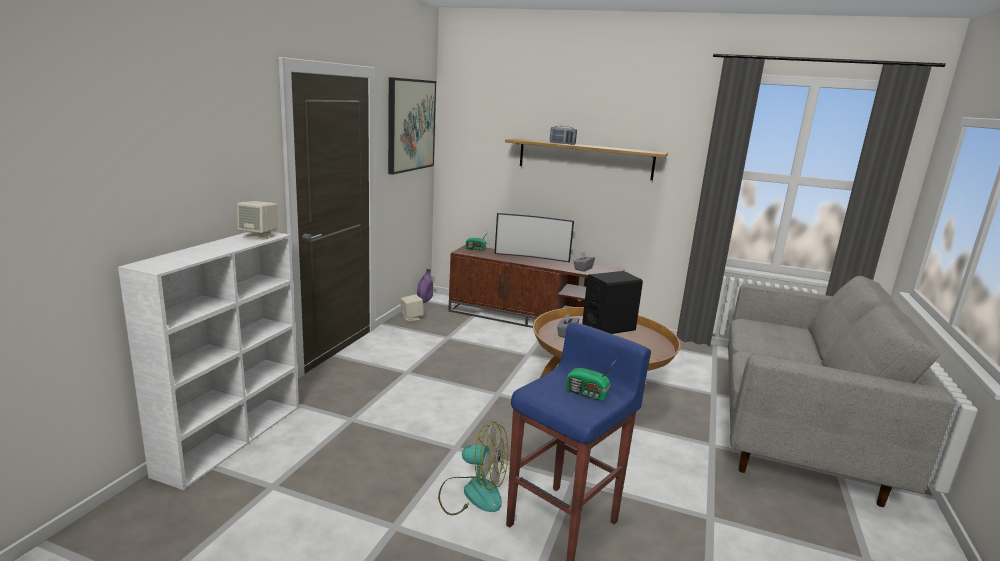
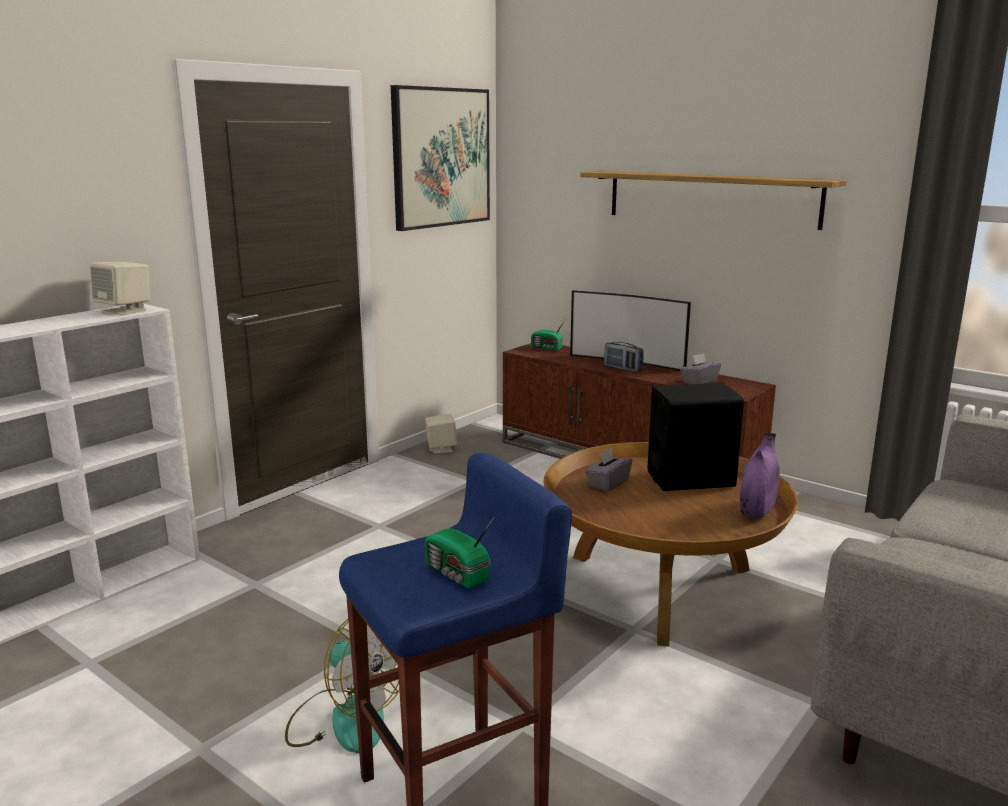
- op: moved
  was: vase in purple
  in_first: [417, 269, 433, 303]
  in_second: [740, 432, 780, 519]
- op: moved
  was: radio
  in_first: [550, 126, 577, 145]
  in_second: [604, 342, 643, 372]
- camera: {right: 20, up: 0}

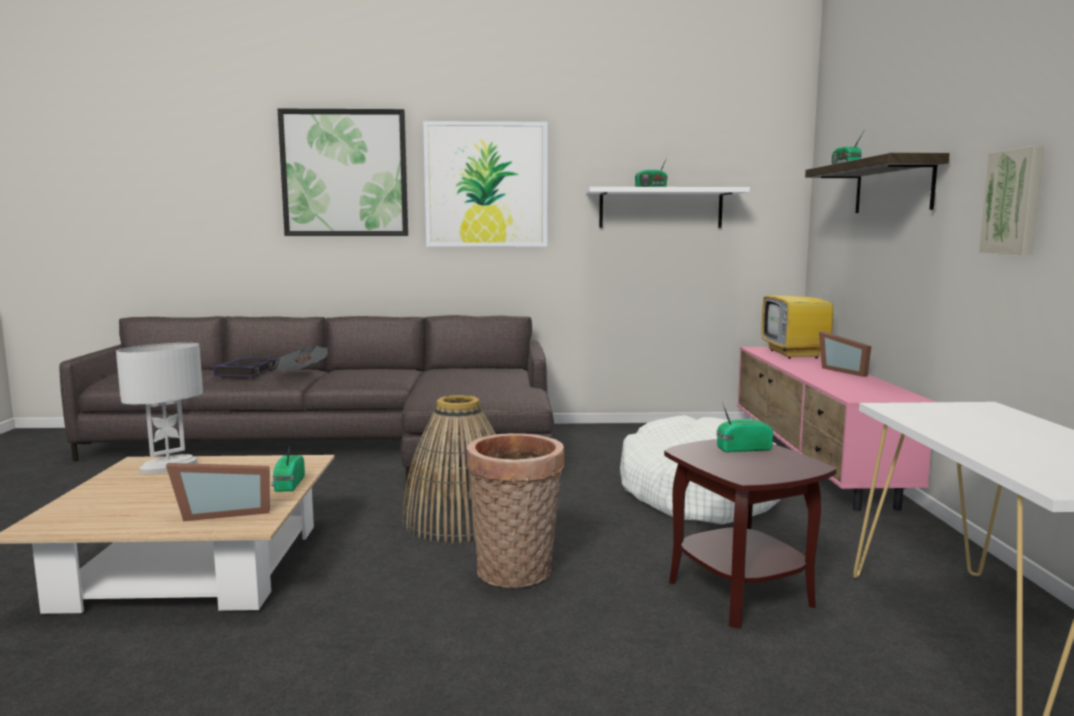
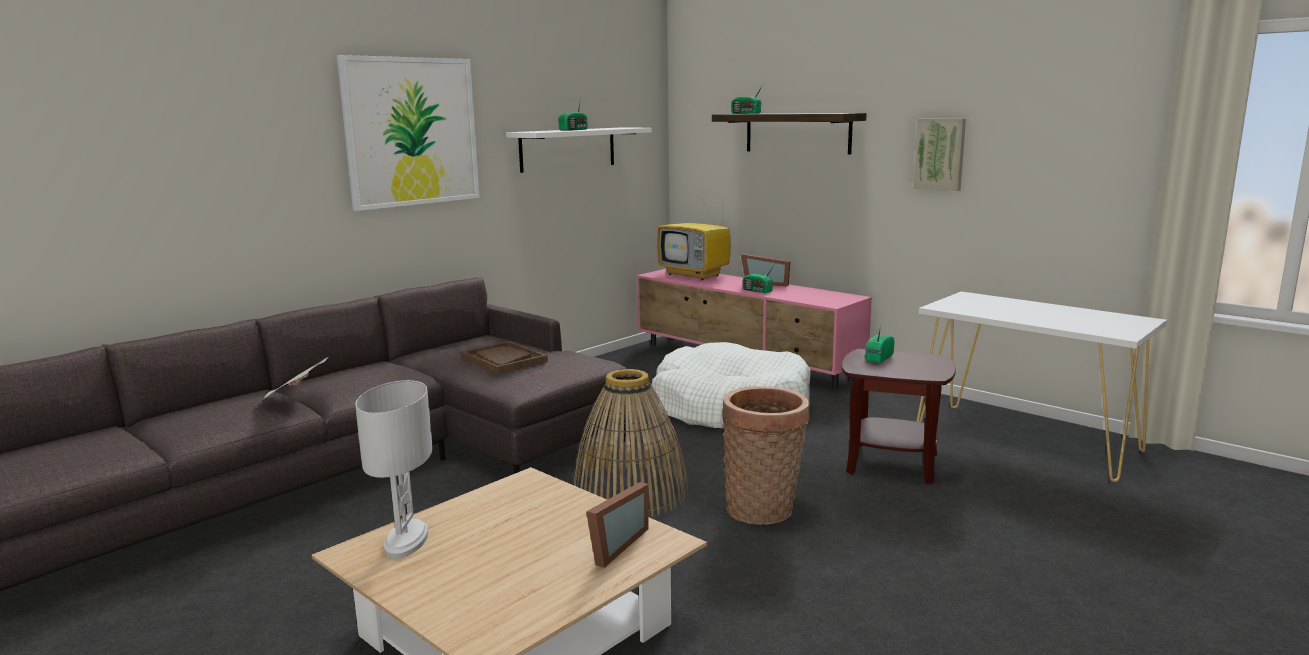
- op: removed
  was: book
  in_first: [213, 358, 277, 377]
- op: moved
  was: radio
  in_first: [271, 446, 305, 492]
  in_second: [743, 264, 775, 293]
- op: removed
  was: picture
  in_first: [278, 109, 408, 236]
- op: added
  now: tray in brown
  in_second: [461, 341, 548, 374]
- camera: {right: -45, up: 5}

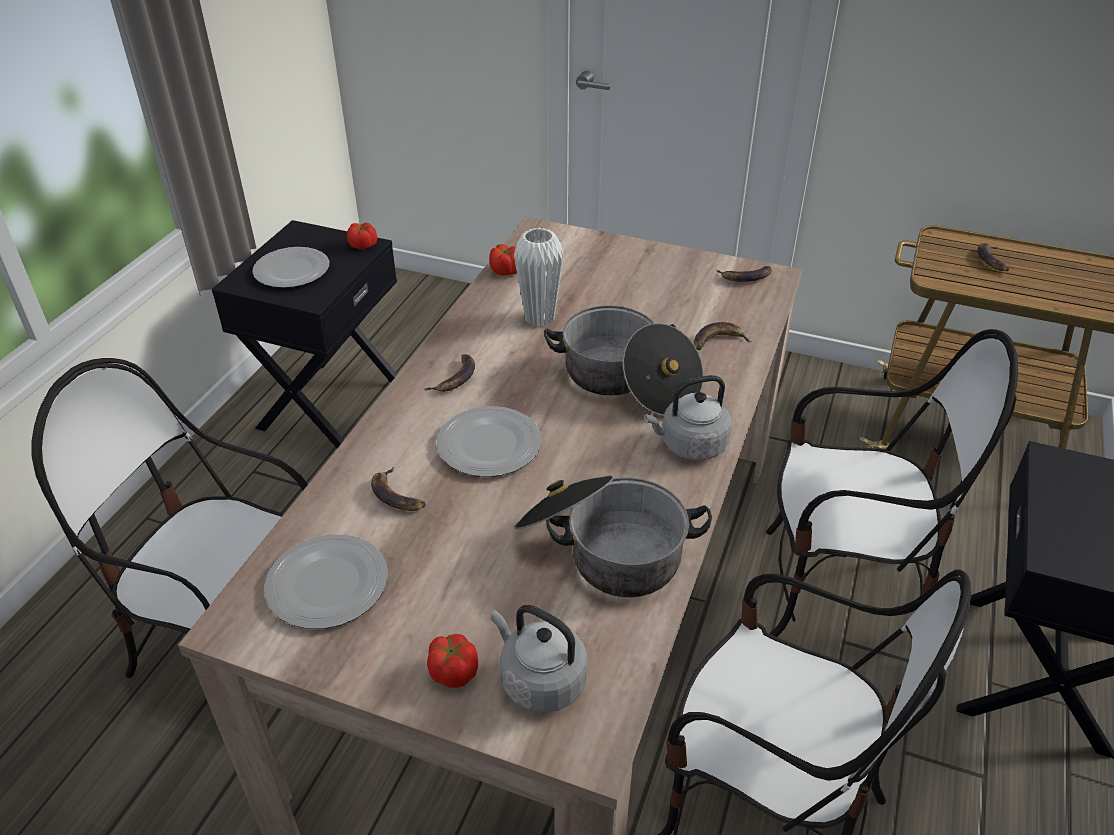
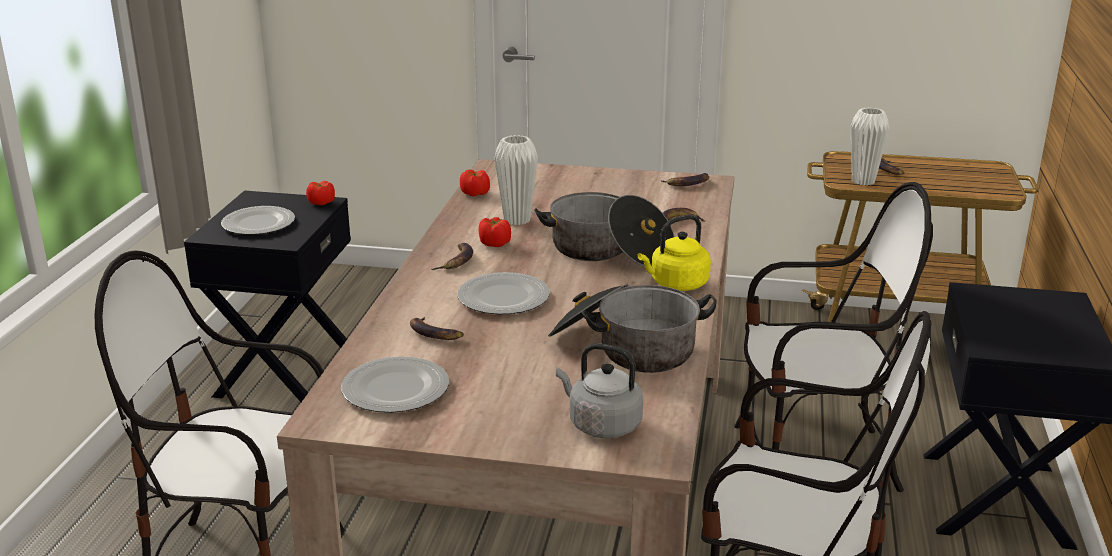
- op: moved
  was: tomato
  in_first: [427, 634, 478, 688]
  in_second: [478, 217, 511, 247]
- op: recoloured
  was: kettle in grey
  now: kettle in yellow
  in_first: [644, 375, 732, 460]
  in_second: [638, 215, 711, 291]
- op: added
  now: vase in white
  in_second: [851, 108, 889, 185]
- camera: {right: -10, up: -15}

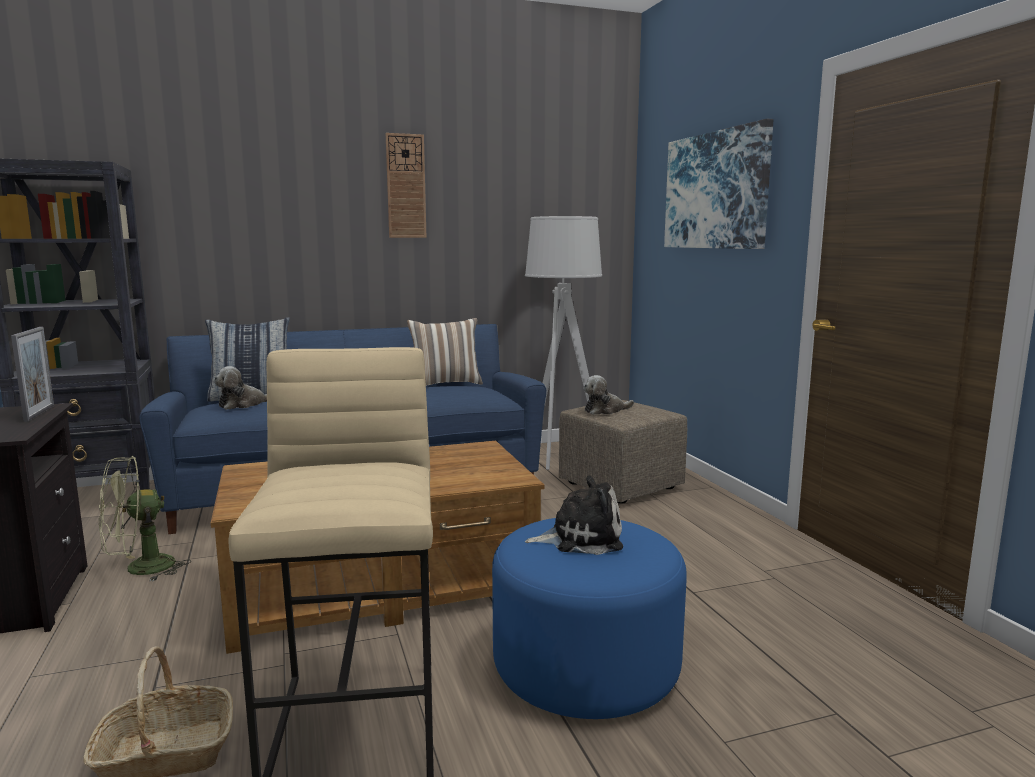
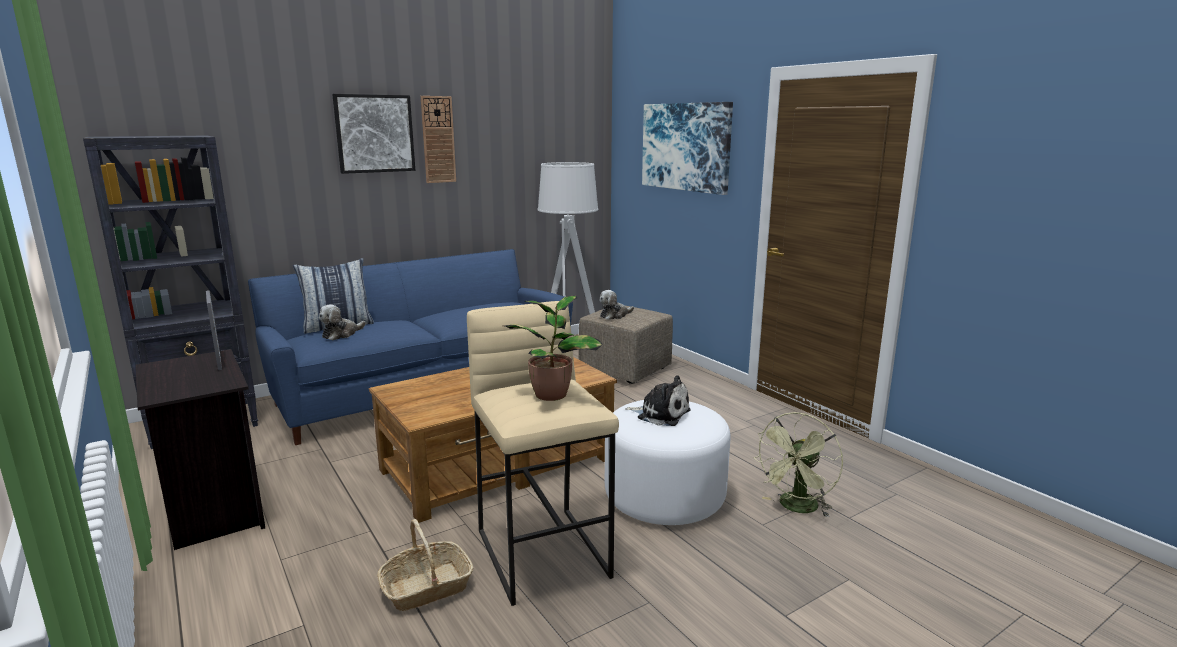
- op: moved
  was: fan in green
  in_first: [99, 456, 191, 582]
  in_second: [753, 412, 843, 517]
- op: removed
  was: pillow
  in_first: [407, 318, 483, 386]
- op: recoloured
  was: ottoman in blue
  now: ottoman in white
  in_first: [492, 518, 687, 719]
  in_second: [605, 400, 730, 525]
- op: turned
  was: plush toy
  in_first: [525, 475, 623, 555]
  in_second: [625, 375, 690, 426]
  clockwise: 45
- op: added
  now: picture
  in_second: [332, 94, 415, 174]
- op: added
  now: potted plant
  in_second: [504, 296, 603, 401]
- camera: {right: -15, up: 5}

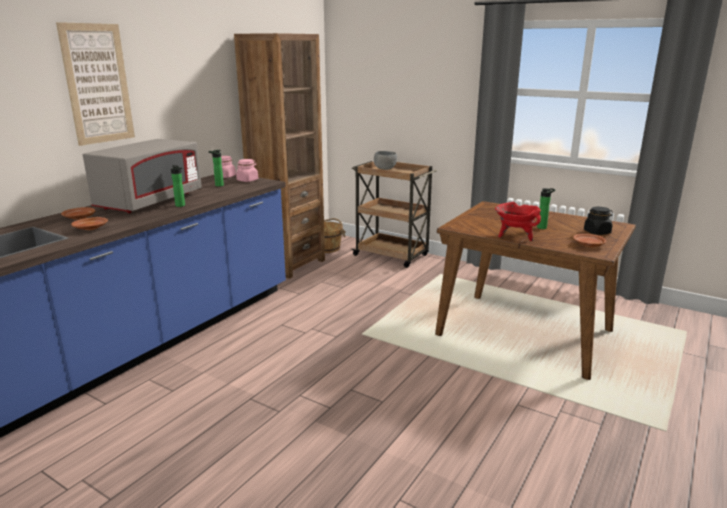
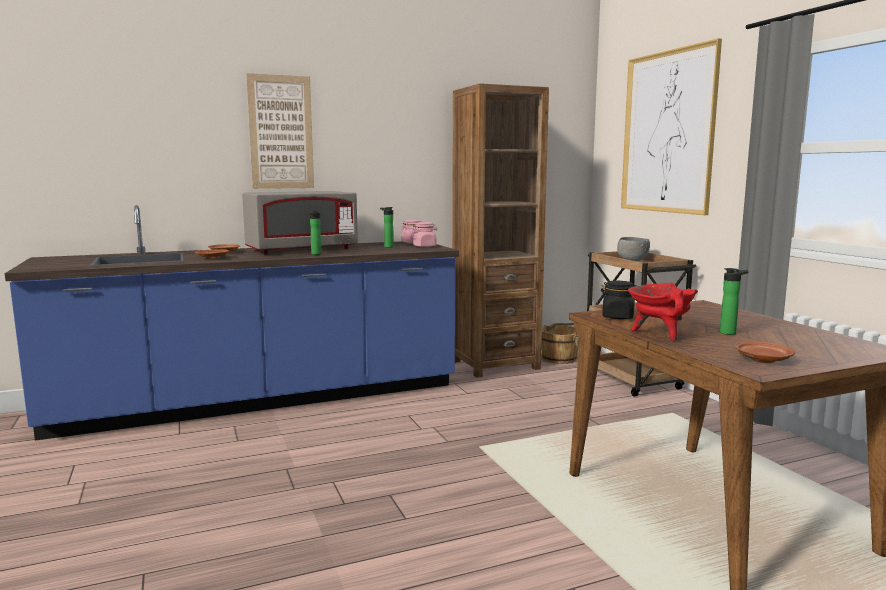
- op: moved
  was: jar in black
  in_first: [584, 207, 613, 235]
  in_second: [599, 281, 637, 319]
- op: added
  now: picture
  in_second: [621, 38, 722, 215]
- camera: {right: 35, up: -10}

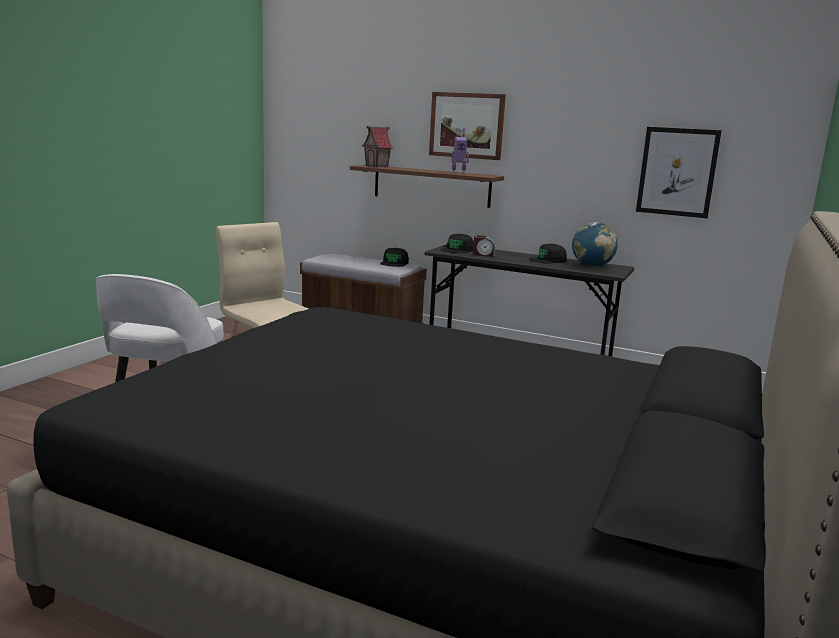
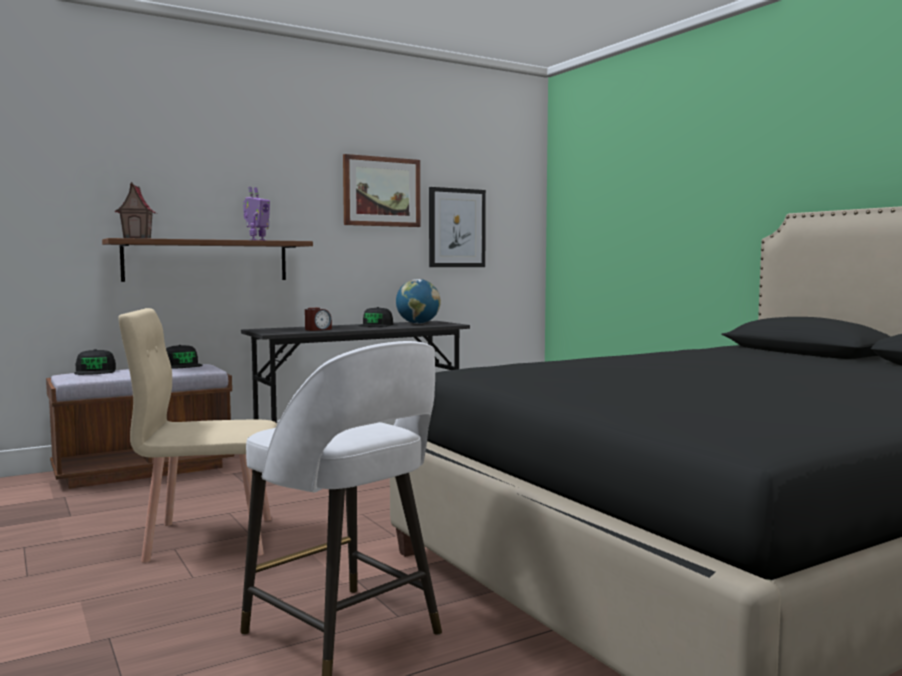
- op: moved
  was: picture
  in_first: [429, 92, 506, 160]
  in_second: [343, 154, 420, 227]
- op: moved
  was: cap in black
  in_first: [441, 234, 474, 253]
  in_second: [74, 349, 116, 375]
- camera: {right: -55, up: -10}

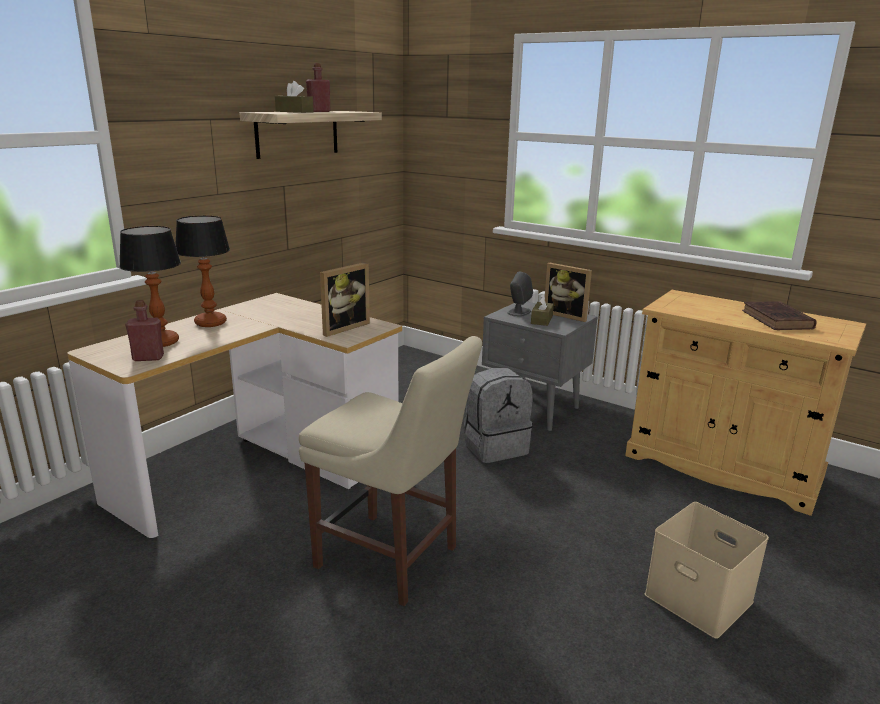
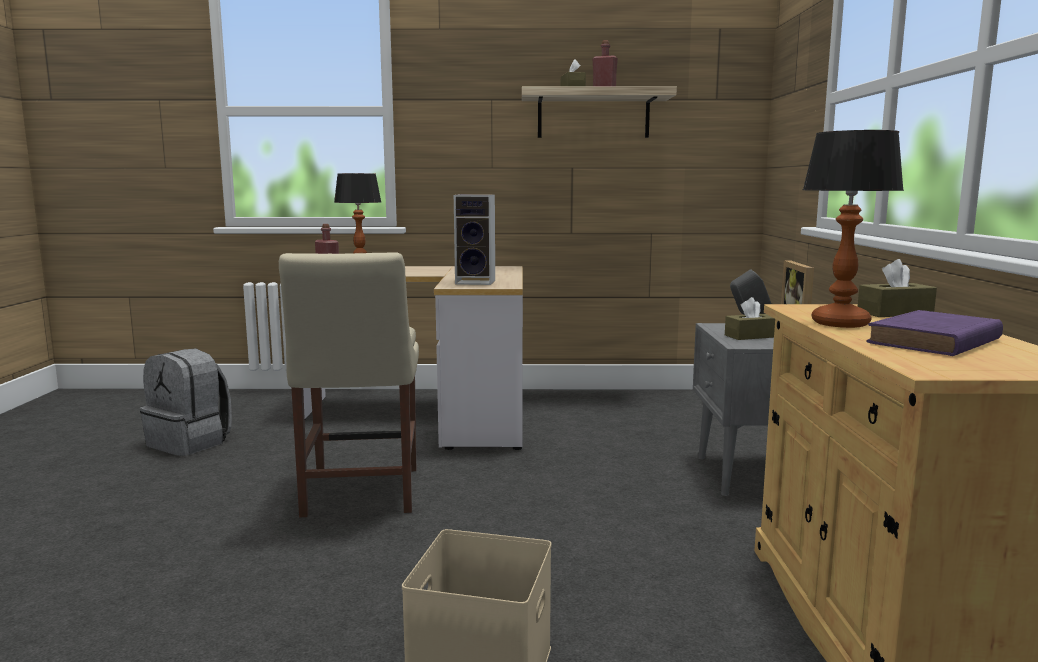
- op: moved
  was: table lamp
  in_first: [175, 215, 230, 327]
  in_second: [803, 130, 904, 328]
- op: replaced
  was: picture frame
  now: speaker
  in_first: [320, 262, 370, 337]
  in_second: [454, 194, 495, 285]
- op: moved
  was: backpack in grey
  in_first: [464, 368, 533, 463]
  in_second: [140, 348, 232, 456]
- op: recoloured
  was: book in brown
  now: book in purple
  in_first: [742, 301, 817, 330]
  in_second: [866, 310, 1003, 356]
- op: added
  now: tissue box in brown
  in_second: [858, 259, 937, 317]
- camera: {right: 55, up: -10}

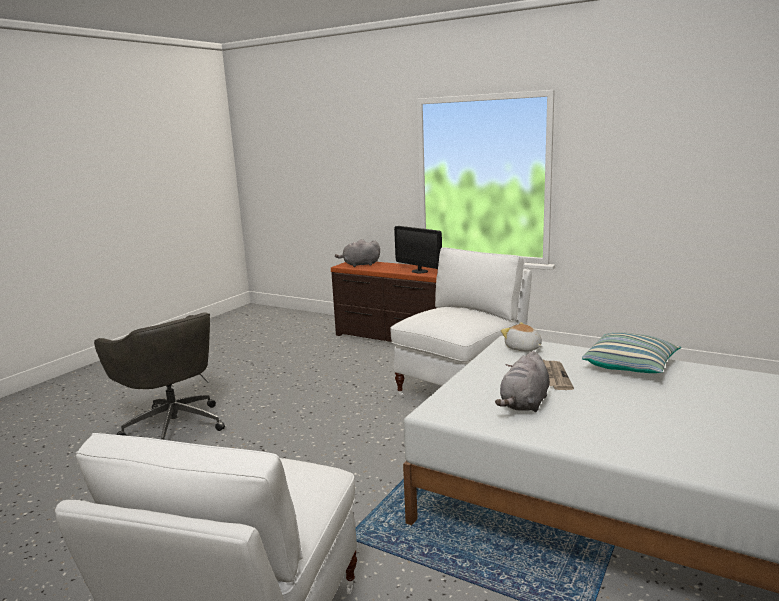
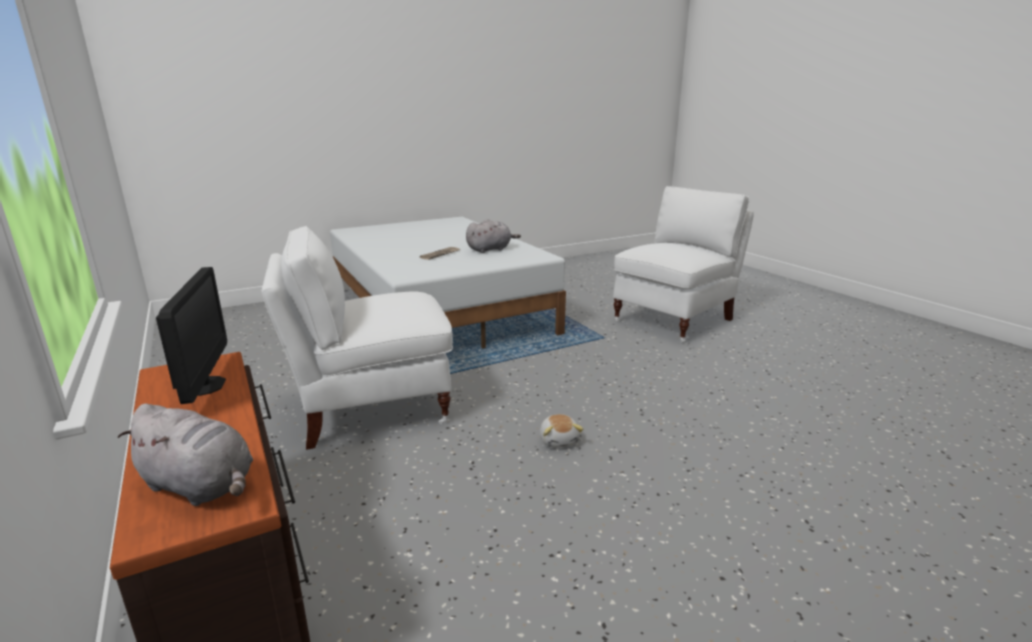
- op: removed
  was: office chair in grey
  in_first: [94, 312, 225, 440]
- op: moved
  was: plush toy
  in_first: [501, 322, 542, 351]
  in_second: [540, 414, 583, 448]
- op: removed
  was: pillow
  in_first: [582, 332, 681, 373]
- camera: {right: -150, up: 5}

